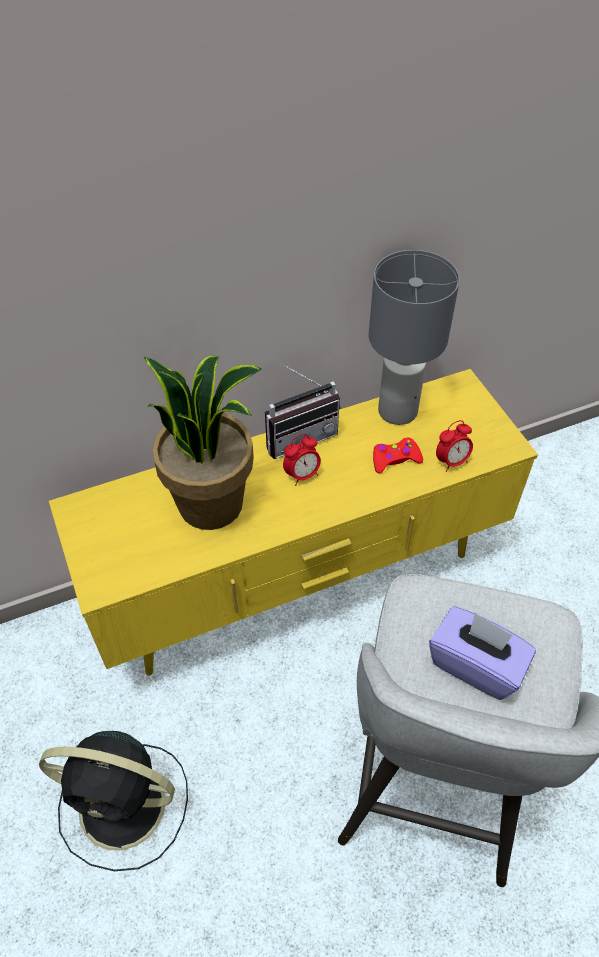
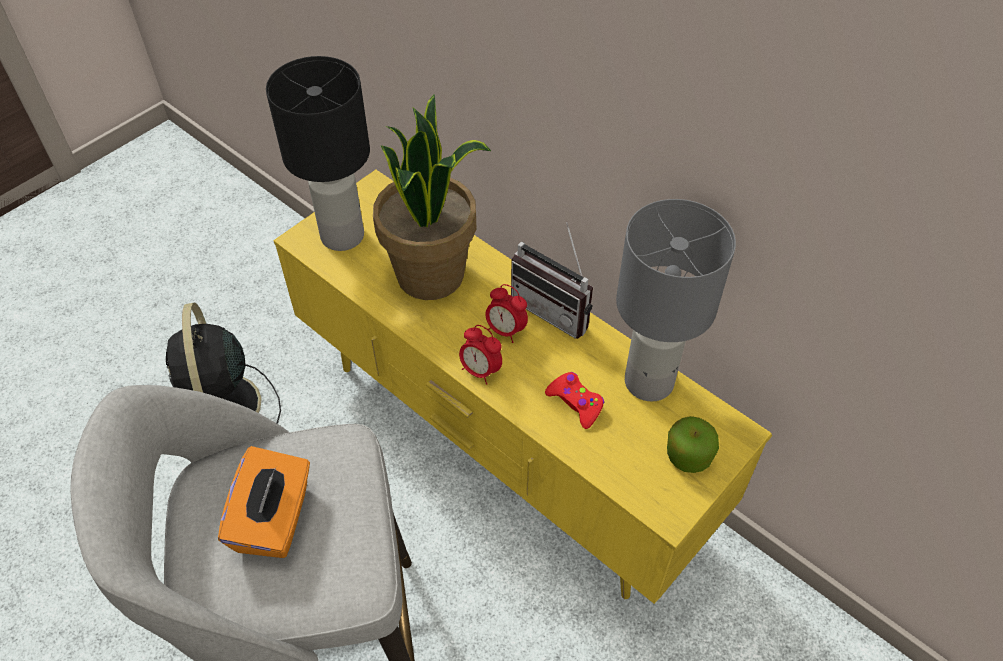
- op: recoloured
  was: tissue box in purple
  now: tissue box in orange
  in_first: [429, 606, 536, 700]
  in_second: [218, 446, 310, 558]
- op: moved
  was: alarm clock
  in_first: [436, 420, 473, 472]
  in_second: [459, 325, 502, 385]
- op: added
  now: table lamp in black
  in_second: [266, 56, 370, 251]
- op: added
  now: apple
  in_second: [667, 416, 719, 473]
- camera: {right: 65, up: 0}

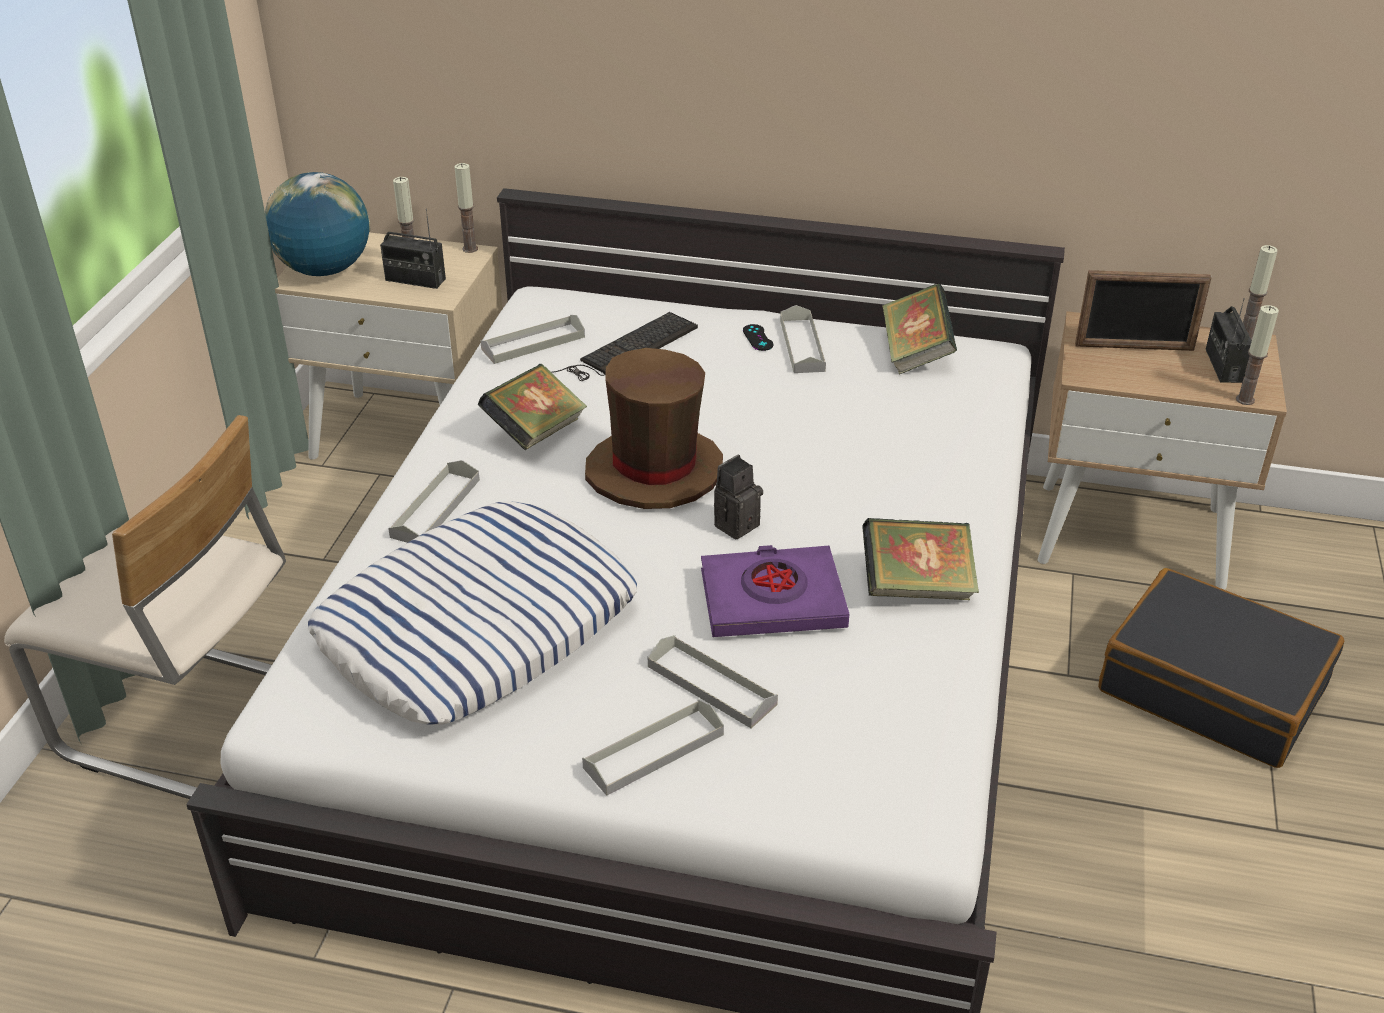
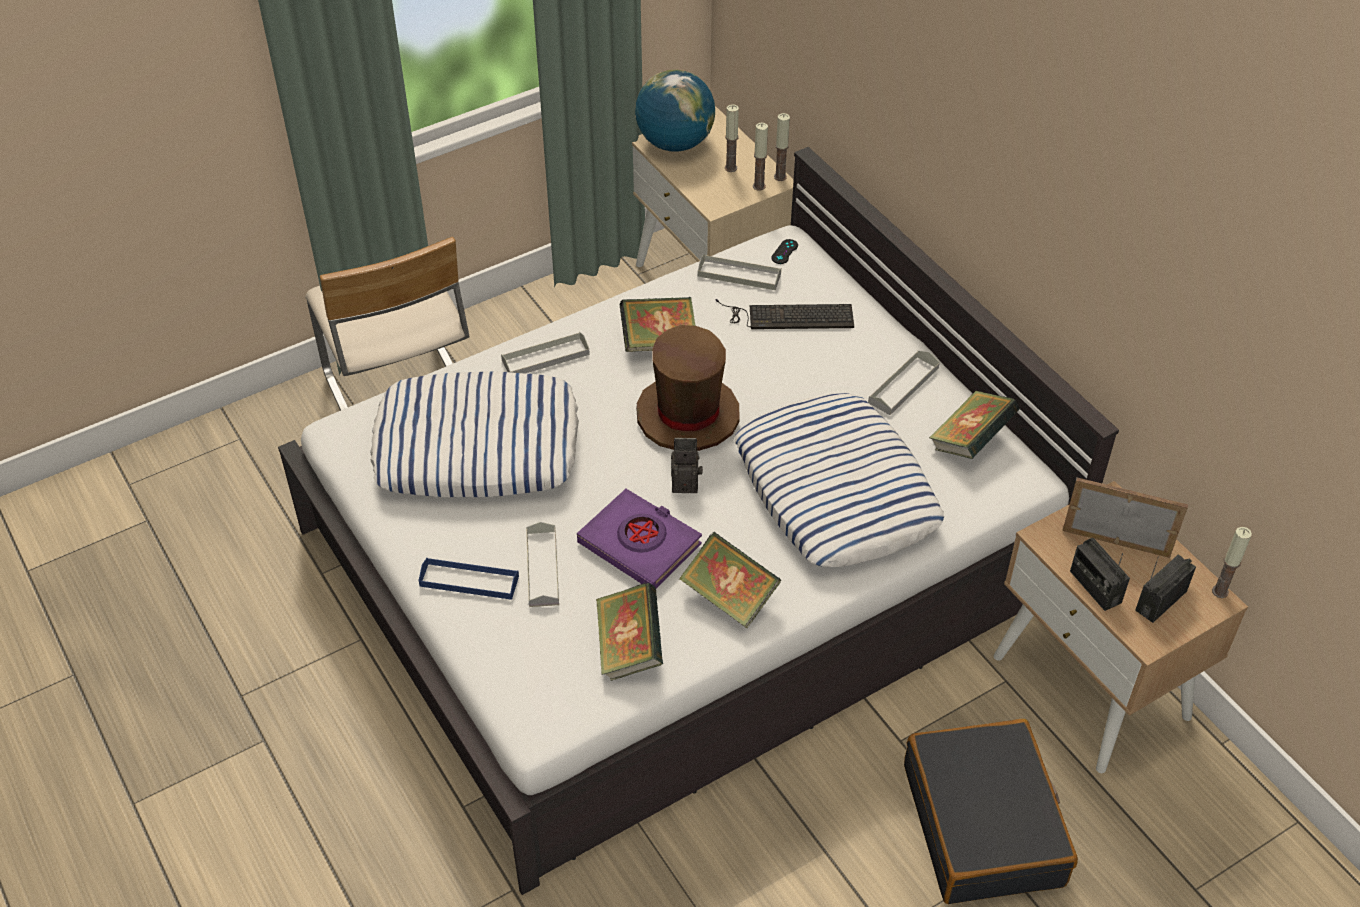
- op: moved
  was: radio
  in_first: [380, 209, 446, 289]
  in_second: [1070, 538, 1130, 611]
- op: recoloured
  was: tray in grey
  now: tray in blue
  in_first: [582, 700, 724, 796]
  in_second: [419, 558, 519, 600]
- op: moved
  was: game controller in black
  in_first: [743, 324, 773, 351]
  in_second: [771, 239, 798, 264]
- op: turned
  was: picture frame
  in_first: [1075, 270, 1212, 351]
  in_second: [1063, 478, 1188, 558]
  clockwise: 150
- op: moved
  was: candle
  in_first: [1236, 305, 1279, 405]
  in_second: [753, 122, 768, 191]
- op: added
  now: book
  in_second: [596, 582, 663, 681]
- op: added
  now: pillow
  in_second: [734, 393, 945, 567]
- camera: {right: 45, up: 10}

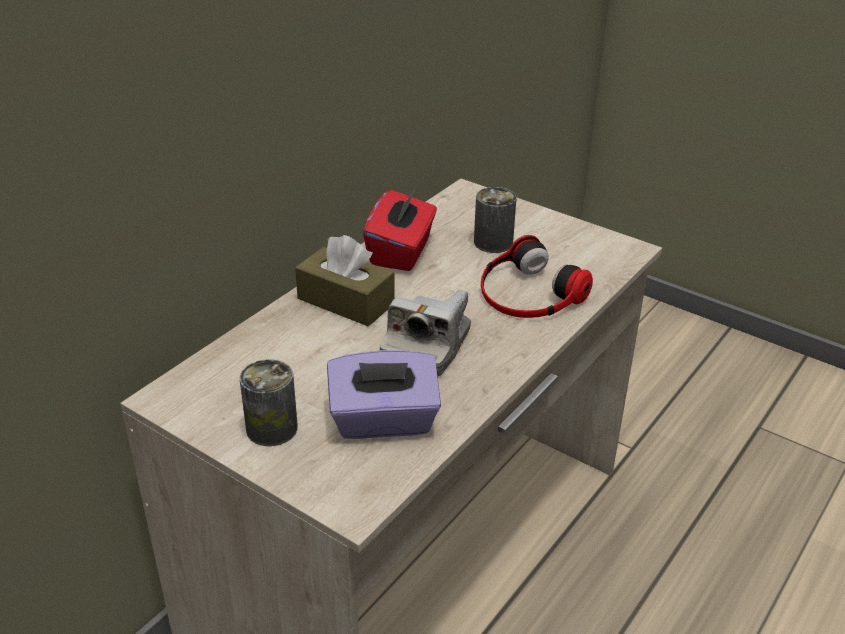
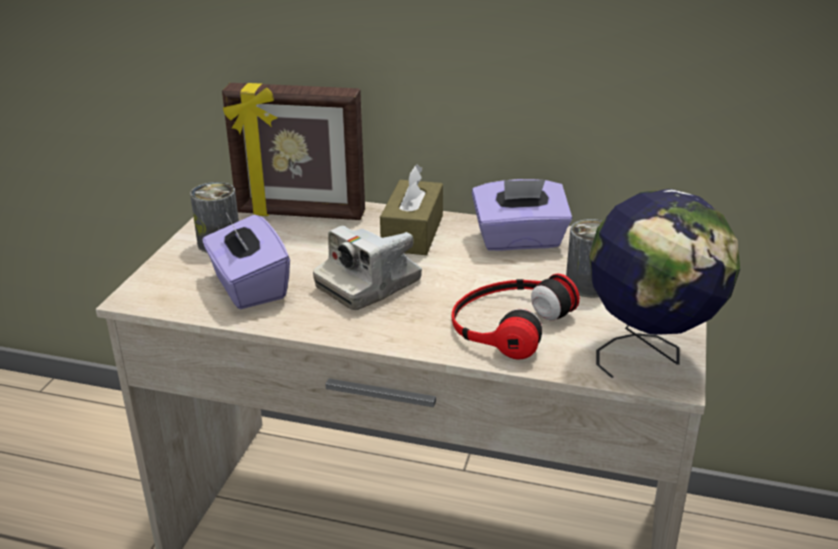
- op: recoloured
  was: tissue box in red
  now: tissue box in purple
  in_first: [363, 187, 437, 271]
  in_second: [472, 179, 572, 251]
- op: turned
  was: photo camera
  in_first: [380, 289, 471, 376]
  in_second: [313, 226, 422, 310]
  clockwise: -45
- op: added
  now: picture frame
  in_second: [222, 83, 365, 220]
- op: added
  now: globe
  in_second: [589, 189, 740, 378]
- camera: {right: 70, up: -5}

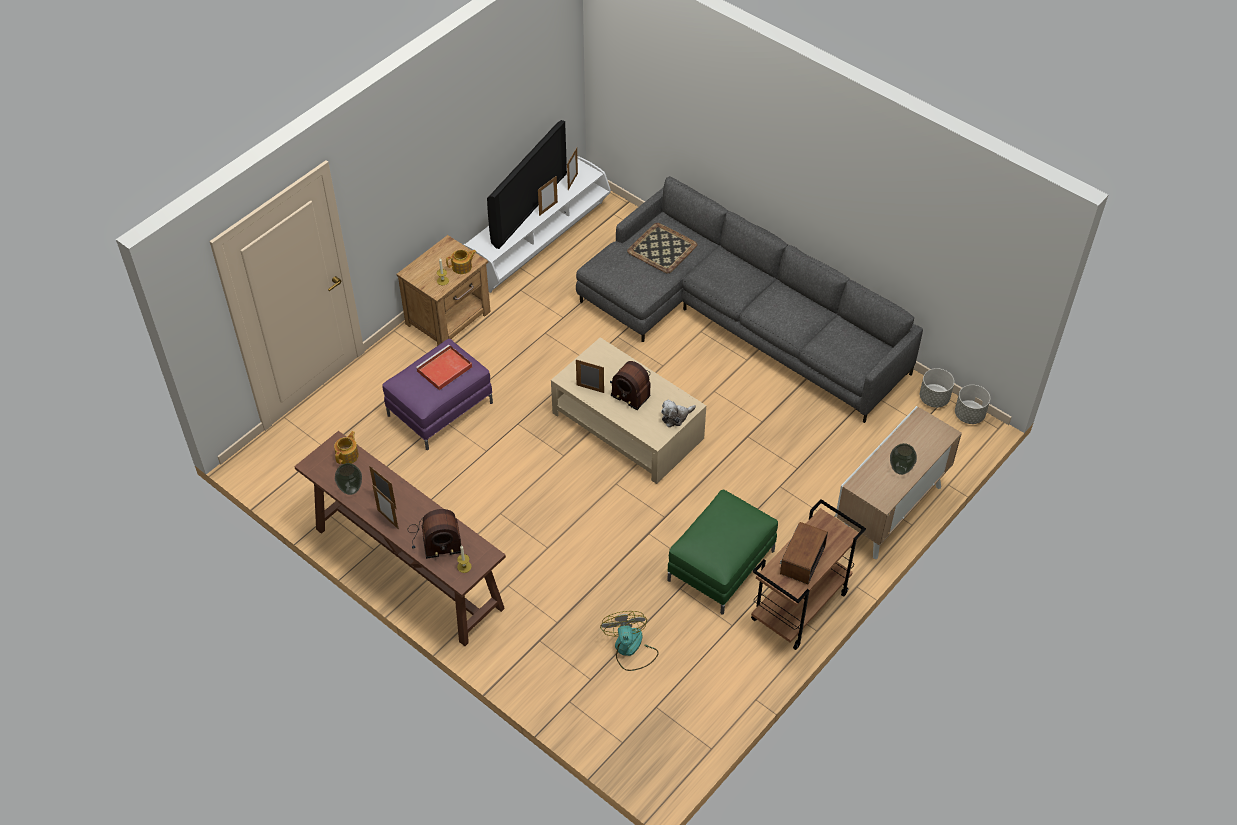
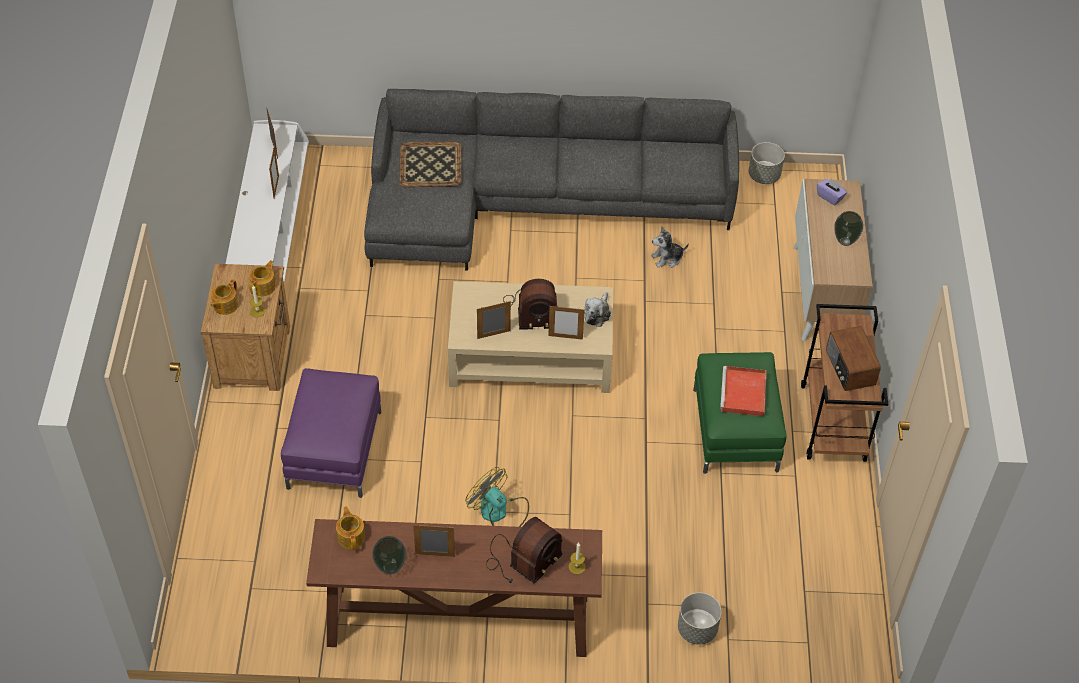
- op: moved
  was: picture frame
  in_first: [372, 484, 399, 529]
  in_second: [548, 306, 585, 340]
- op: moved
  was: tray in red
  in_first: [416, 345, 472, 390]
  in_second: [720, 366, 767, 416]
- op: removed
  was: television
  in_first: [487, 120, 567, 249]
- op: moved
  was: fan
  in_first: [600, 611, 659, 671]
  in_second: [465, 467, 529, 527]
- op: moved
  was: planter in grey
  in_first: [955, 385, 990, 424]
  in_second: [678, 592, 721, 645]
- op: added
  now: teapot
  in_second: [210, 279, 238, 315]
- op: added
  now: plush toy
  in_second: [651, 227, 689, 268]
- op: added
  now: tissue box in purple
  in_second: [817, 178, 847, 205]
- camera: {right: -40, up: 0}

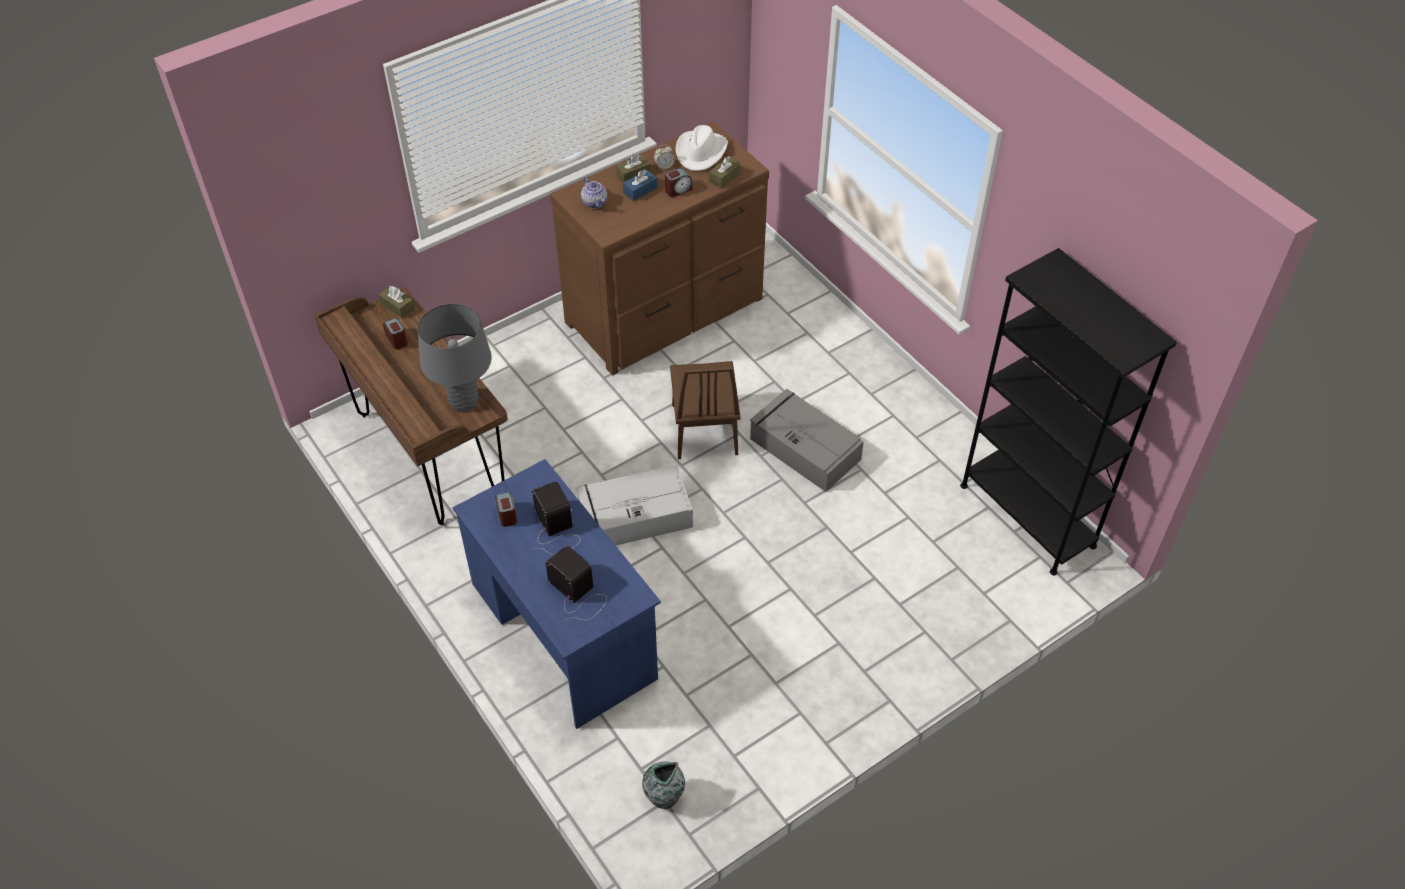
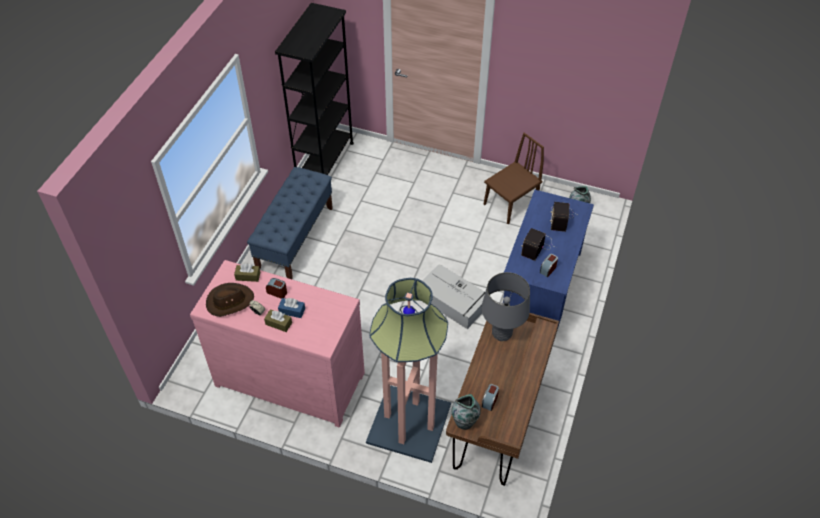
- op: replaced
  was: tissue box in brown
  now: vase
  in_first: [379, 286, 414, 318]
  in_second: [451, 394, 481, 430]
- op: recoloured
  was: dresser in brown
  now: dresser in pink
  in_first: [550, 121, 769, 375]
  in_second: [190, 260, 365, 427]
- op: removed
  was: teapot
  in_first: [581, 177, 607, 209]
- op: moved
  was: chair in brown
  in_first: [670, 361, 741, 459]
  in_second: [484, 133, 544, 224]
- op: recoloured
  was: hat in white
  now: hat in brown
  in_first: [675, 125, 728, 171]
  in_second: [206, 283, 254, 317]
- op: removed
  was: storage box in grey
  in_first: [750, 389, 864, 492]
- op: added
  now: bench in blue
  in_second: [247, 167, 333, 279]
- op: added
  now: floor lamp
  in_second: [366, 278, 451, 463]
- camera: {right: -125, up: 0}

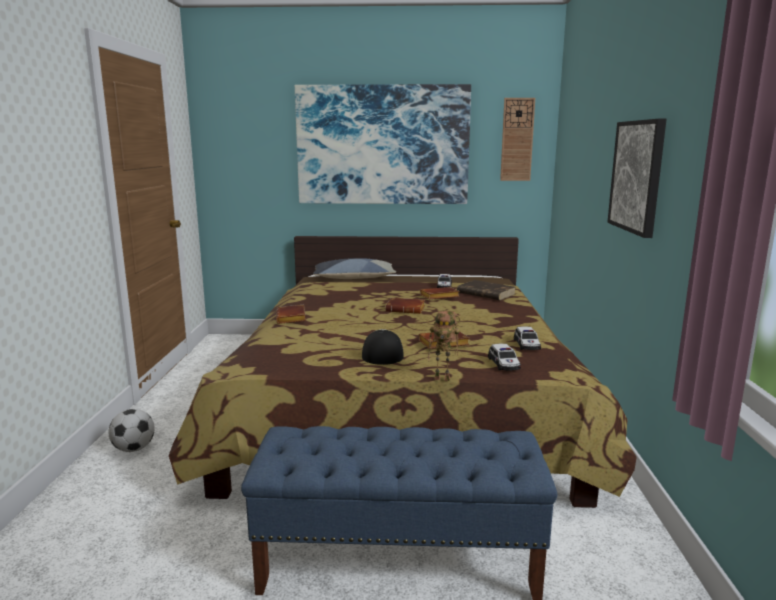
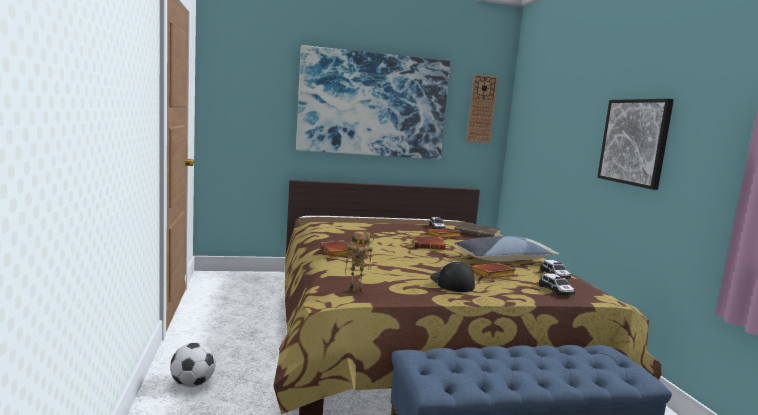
- op: moved
  was: pillow
  in_first: [313, 258, 396, 279]
  in_second: [454, 236, 559, 261]
- op: moved
  was: toy robot
  in_first: [428, 310, 460, 381]
  in_second: [345, 231, 374, 293]
- camera: {right: -15, up: -5}

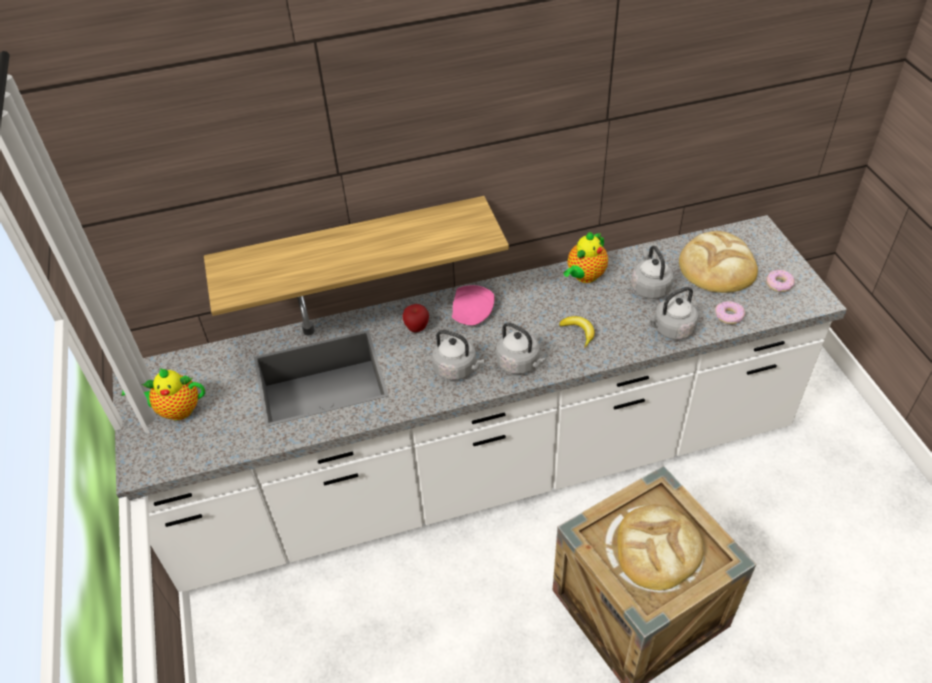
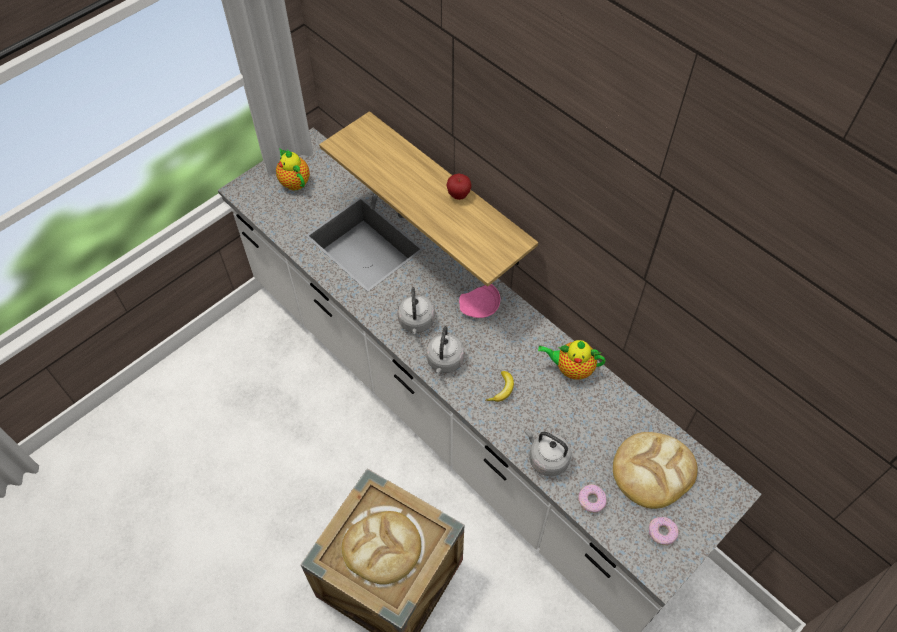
- op: moved
  was: apple
  in_first: [403, 304, 429, 332]
  in_second: [446, 173, 472, 200]
- op: removed
  was: kettle in grey
  in_first: [631, 246, 674, 299]
- camera: {right: 60, up: 10}

